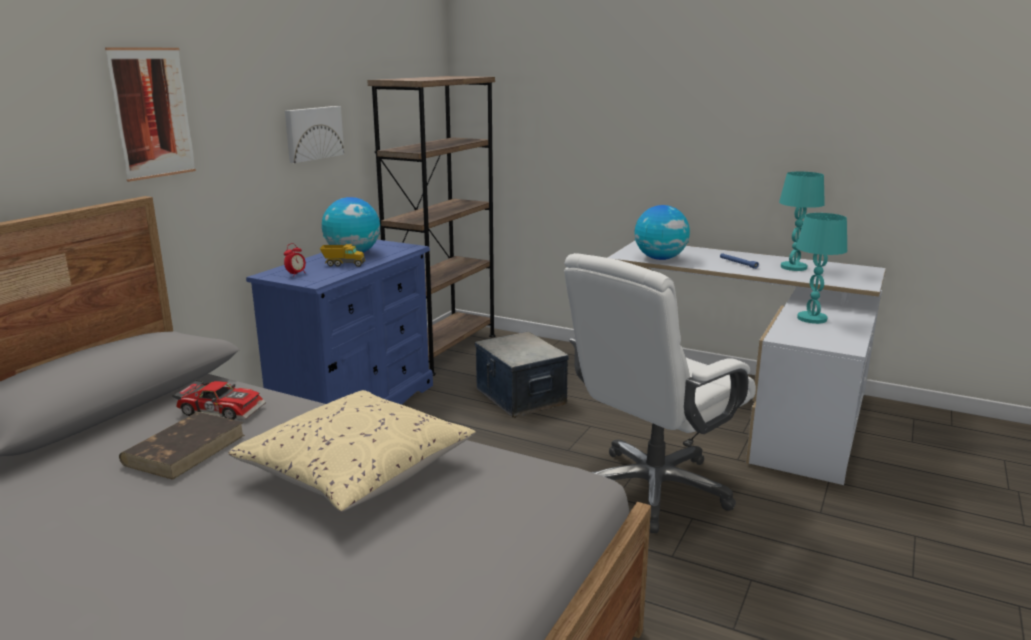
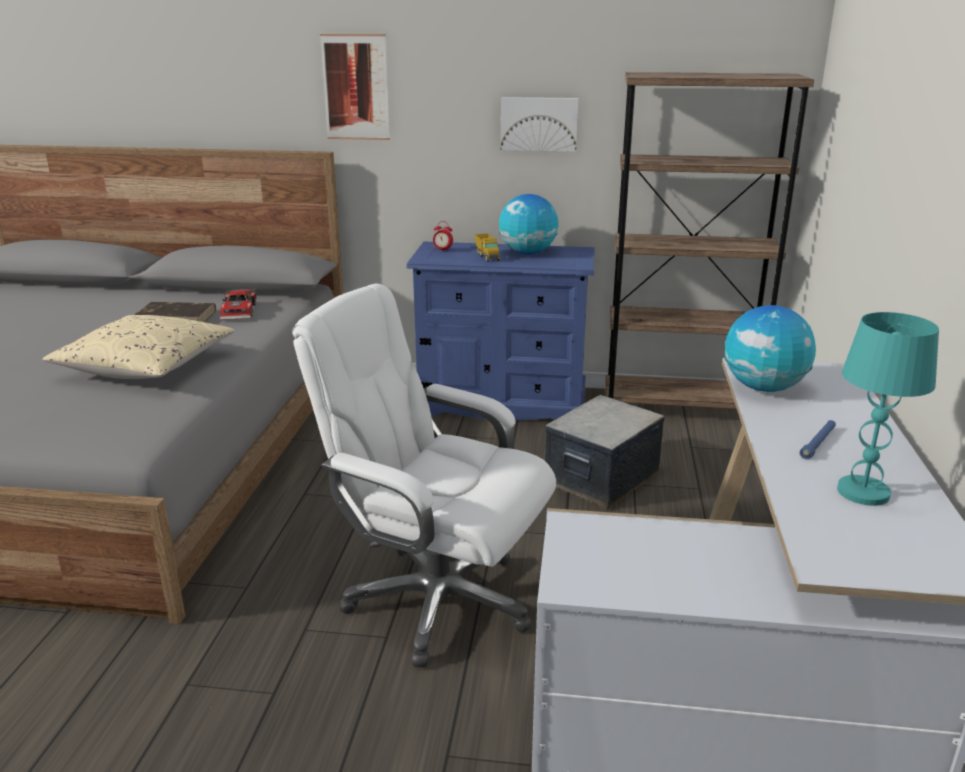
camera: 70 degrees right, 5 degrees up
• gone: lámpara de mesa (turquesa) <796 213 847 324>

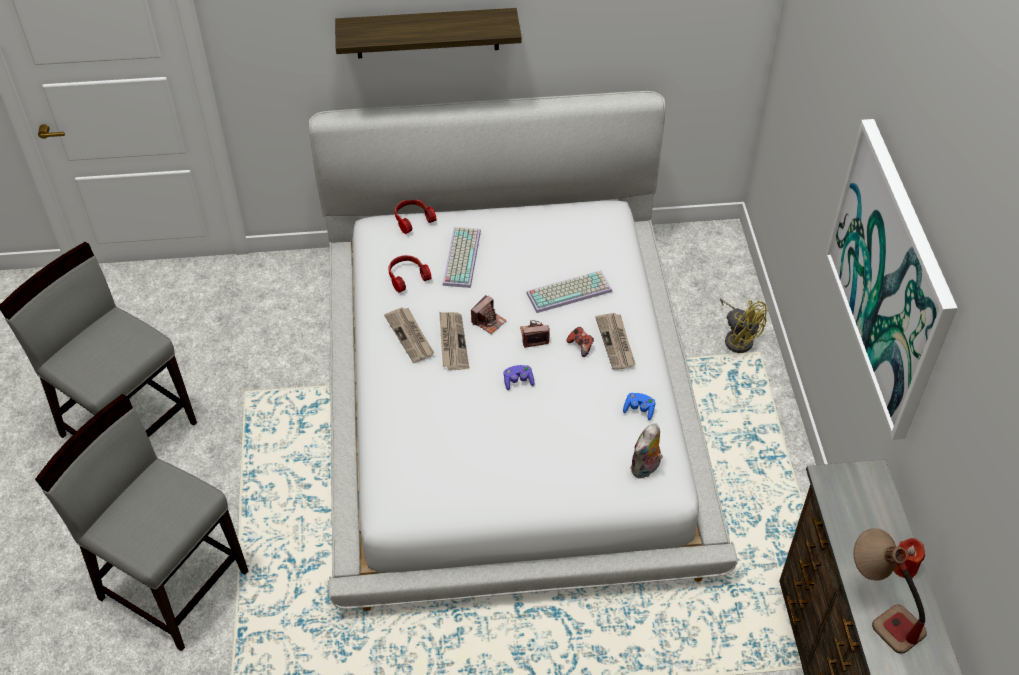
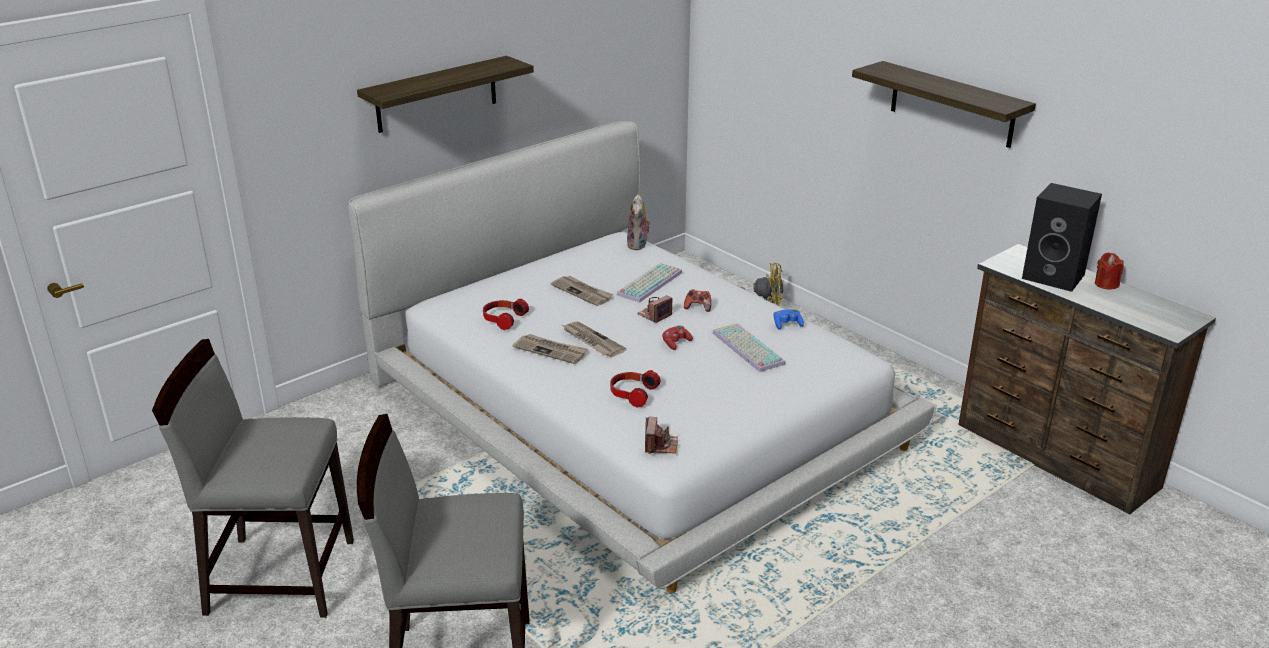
camera: 35 degrees left, 20 degrees down
• gone: lámpara de mesa <853 528 927 654>
• new: altavoz (negro) <1022 183 1102 292>
• shifted: auriculares <395 200 437 234> to <610 370 661 407>
• shifted: teclado <442 227 481 288> to <713 323 786 372>
• shifted: cámara <471 295 507 334> to <645 417 678 454>
• shifted: periódico <595 313 636 370> to <551 276 613 306>
• shifted: peluche <630 423 663 479> to <627 194 651 250>
• swapped: cuadro <825 119 958 440> to estante <852 61 1036 148>
• repainted: mando de consola (morado) <504 365 534 390> to mando de consola (rojo) <662 325 693 350>

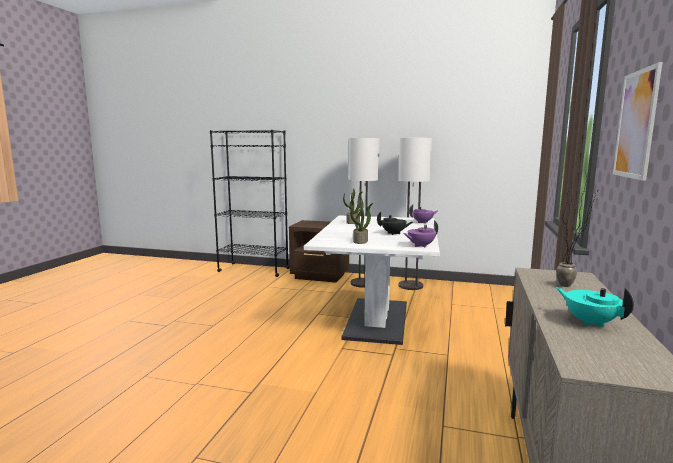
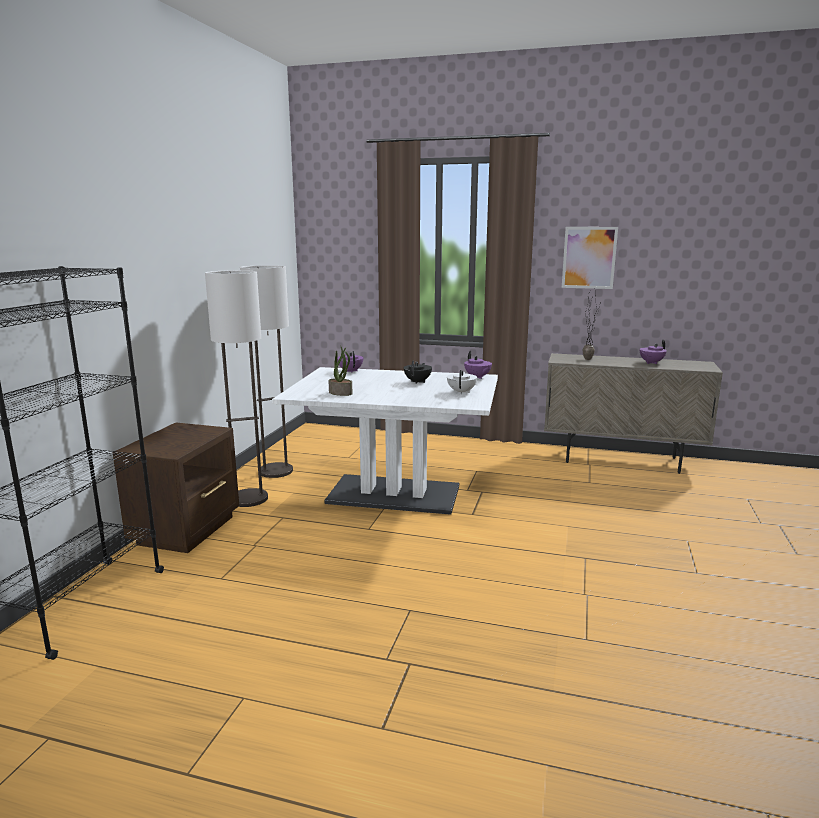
camera: 90 degrees left, 5 degrees up
• swapped: planta en maceta <350 199 373 244> to tetera (blanco) <447 370 477 394>
• repainted: tetera (turquesa) <556 287 634 327> to tetera (morado) <640 339 667 364>

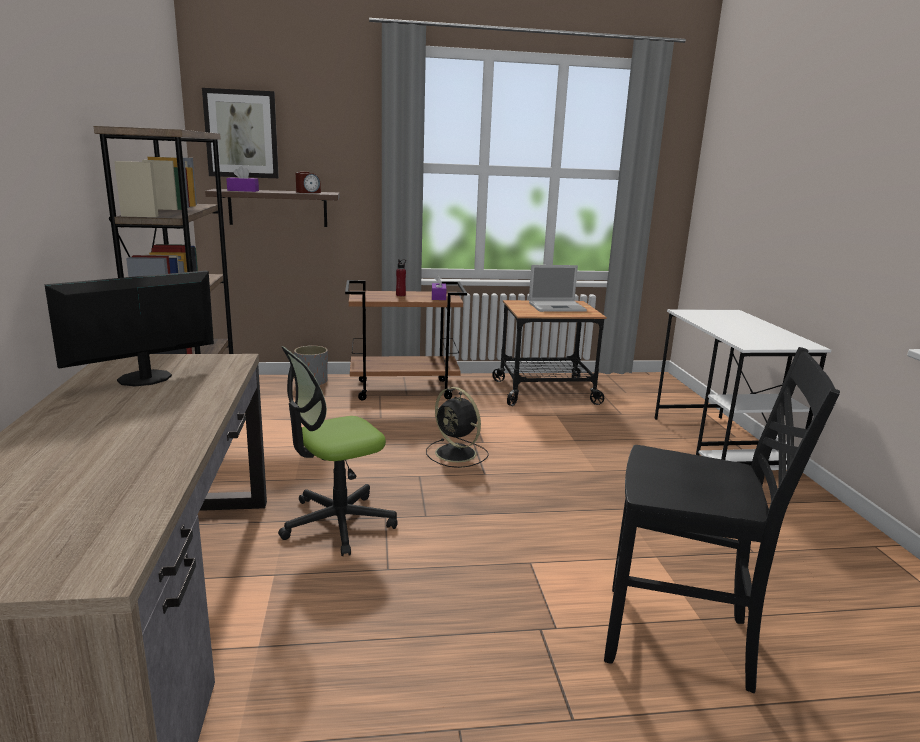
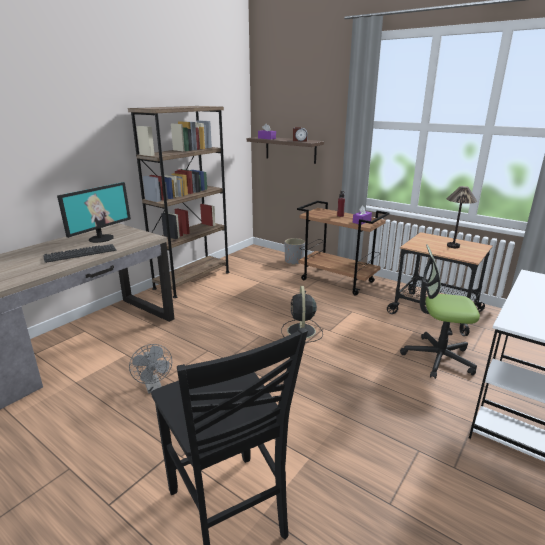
camera: 45 degrees right, 5 degrees up
• gone: cuadro <202 88 279 178>
• new: teclado <43 244 116 263>
• new: ventilador (gris) <129 344 172 394>
• shifted: silla de oficina <278 346 398 556> to <400 244 480 379>
• swapped: portátil <529 265 587 312> to lámpara de mesa <447 186 477 248>
• rotated: monitor <44 270 214 386> = <57 182 131 243> 120 degrees clockwise

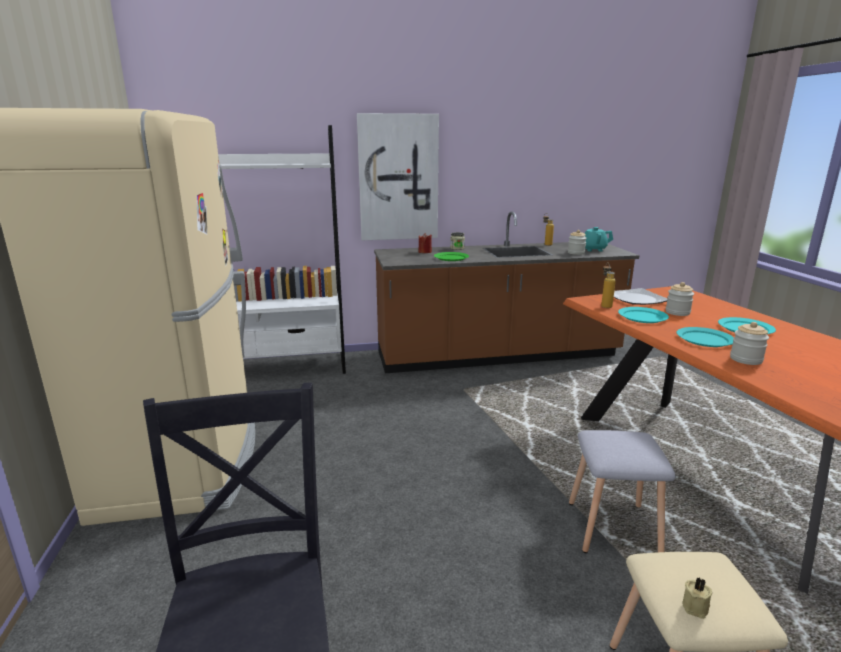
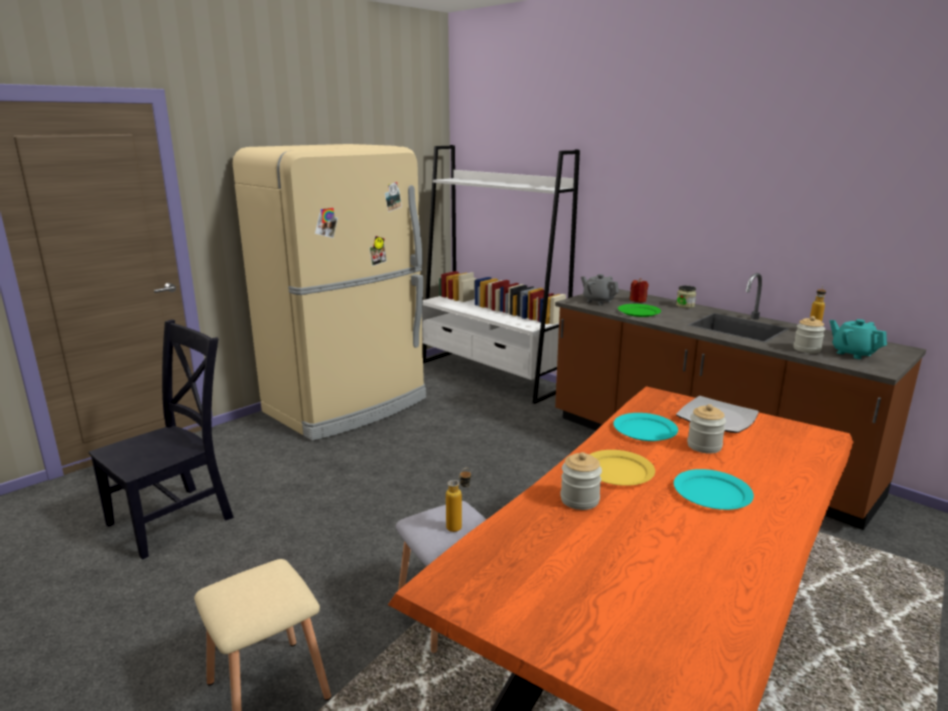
camera: 55 degrees right, 0 degrees up
• gone: cuadro <357 113 439 240>
• gone: vela (beis) <682 577 712 619>
• new: tetera (gris) <581 274 619 305>
• shifted: botella <601 262 616 308> to <446 468 471 532>
• repainted: plato (turquesa) <677 327 734 347> to plato (amarillo) <589 450 655 486>

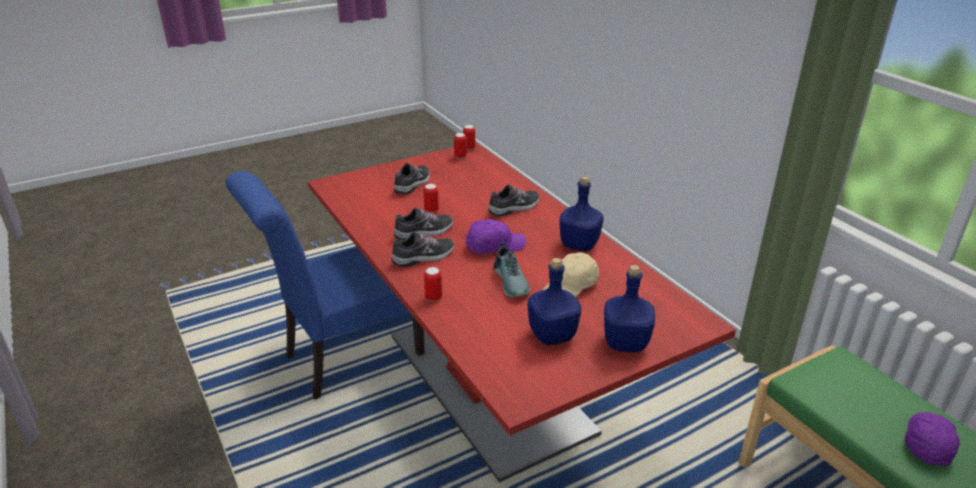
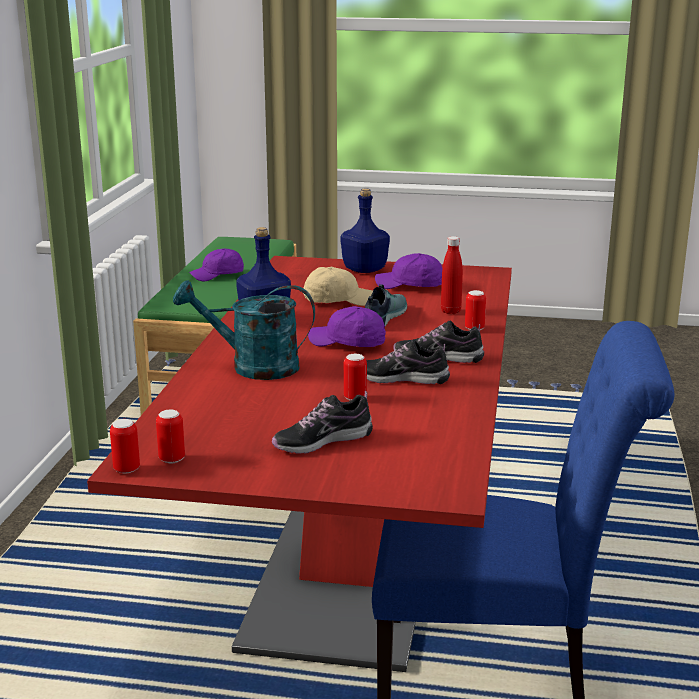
camera: 140 degrees left, 10 degrees down
• new: botella (rojo) <441 236 463 314>
• swapped: zapato <488 184 539 217> to regadera (turquesa) <173 280 315 380>
• swapped: botella (azul) <528 258 581 345> to gorra (morado) <375 253 442 289>

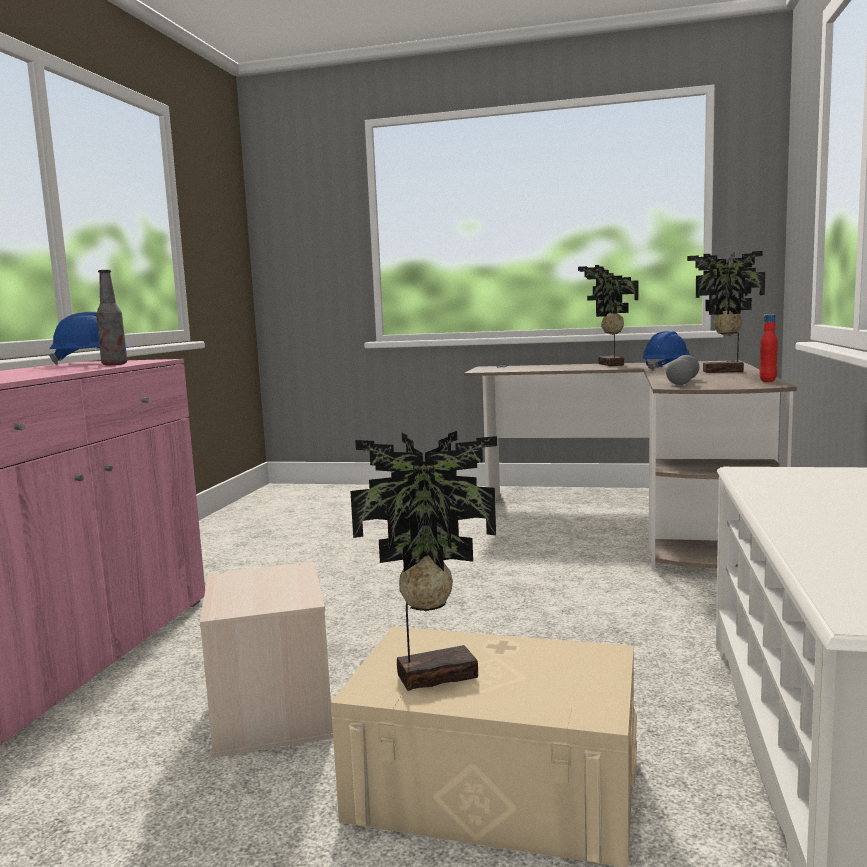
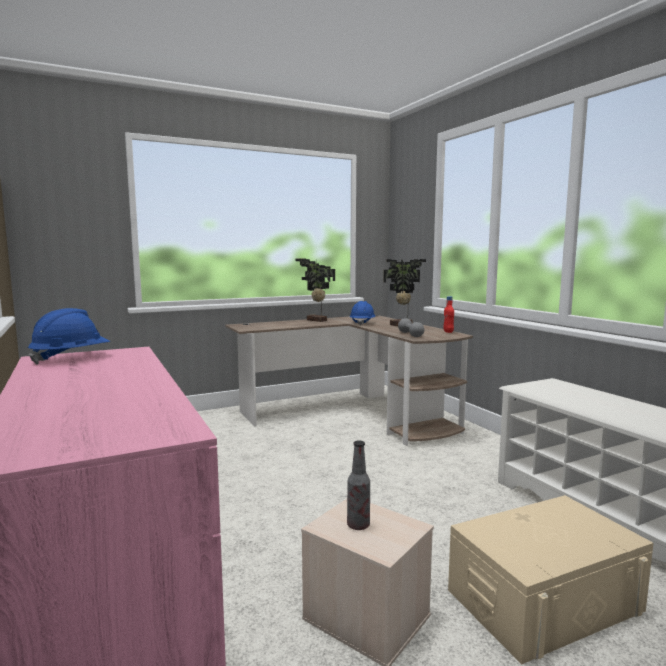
camera: 40 degrees left, 0 degrees up
• gone: planta en maceta <350 431 497 691>
• shifted: botella <96 270 127 365> to <347 441 370 530>

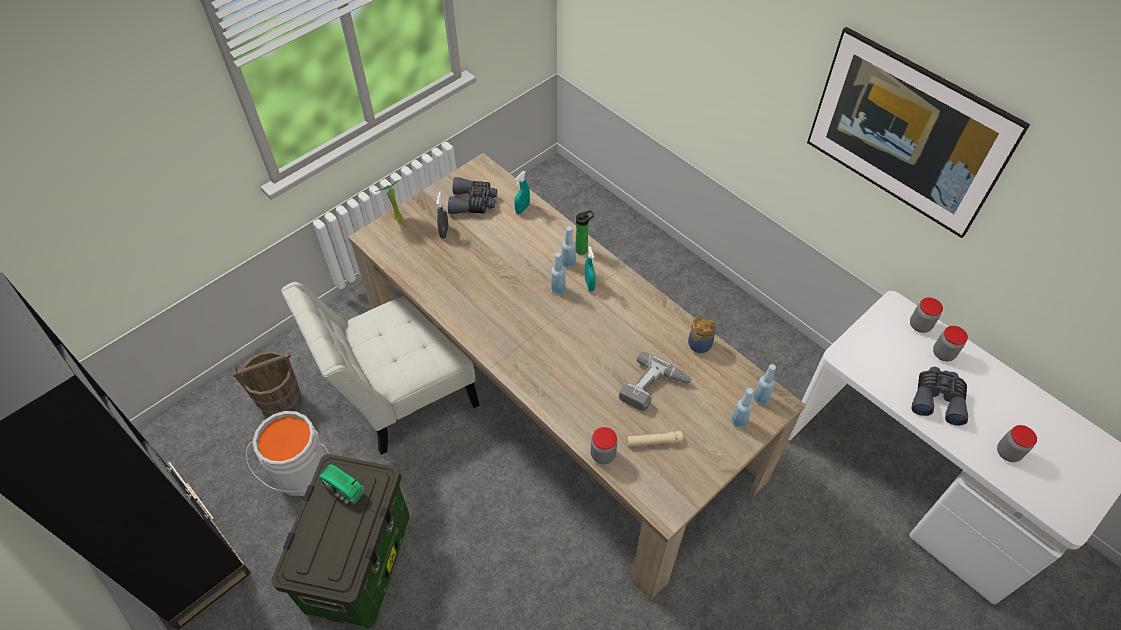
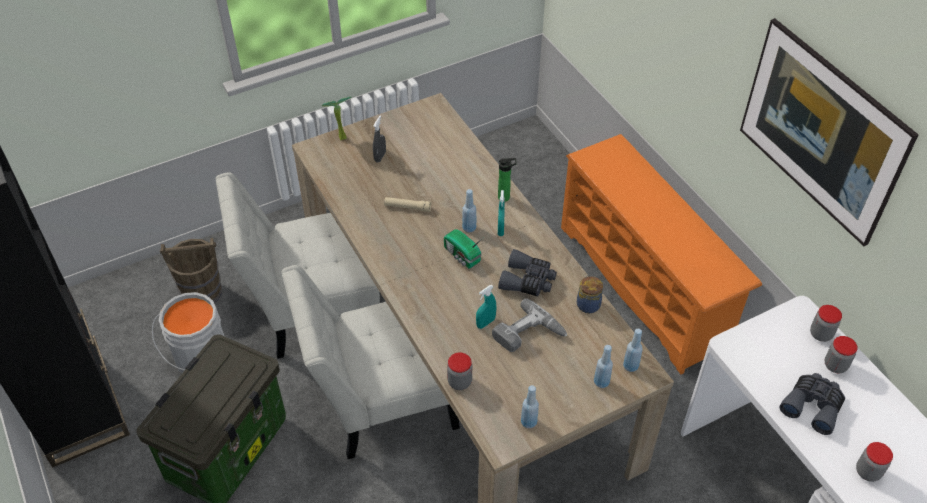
camera: 15 degrees right, 5 degrees down
• new: silla (blanco) <282 265 460 459>
• new: zapatero (naranja) <561 134 762 375>
• shifted: radio <320 464 365 505> to <444 229 484 269>
• shifted: prismáticos (gris) <448 177 497 214> to <498 249 557 297>
• shifted: pulverizador (turquesa) <514 171 530 214> to <476 285 496 329>
• shifted: botella (azul) <562 226 576 268> to <521 385 539 428>
• shifted: linterna (beis) <627 431 683 446> to <384 197 431 212>

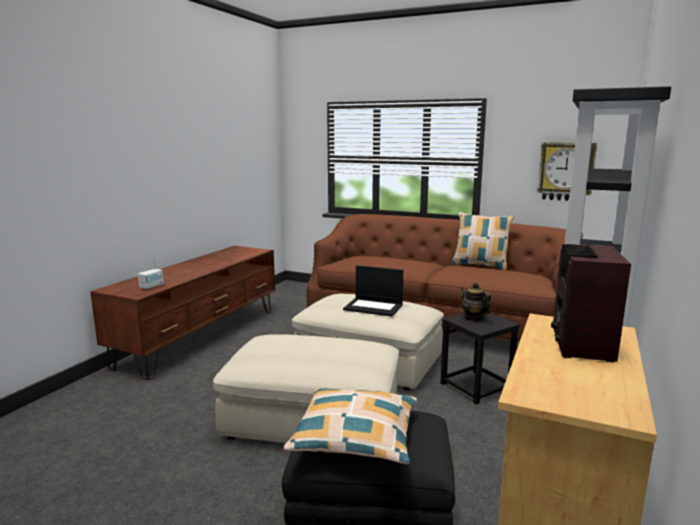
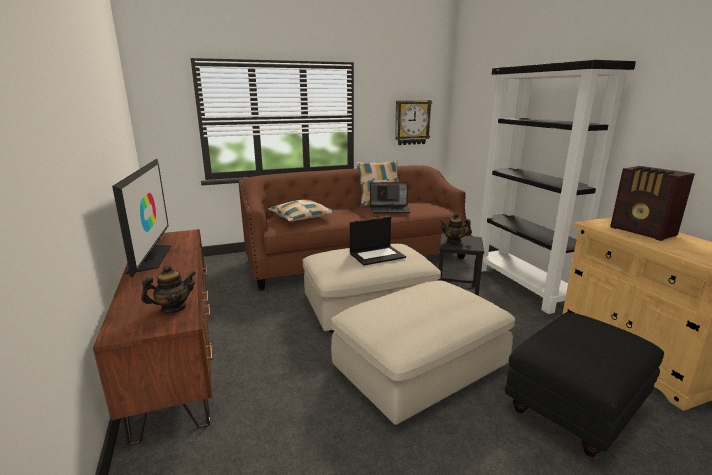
camera: 45 degrees left, 5 degrees up
• new: televisor <112 159 171 277>
• new: portátil <370 182 410 214>
• shifted: cojín <283 388 417 464> to <268 200 336 222>
• swapped: radio <138 258 164 290> to tetera <141 264 196 313>

